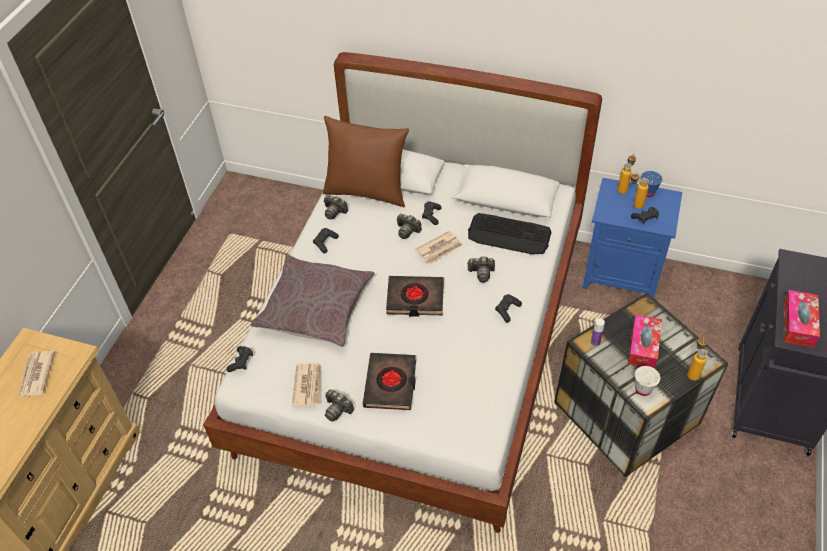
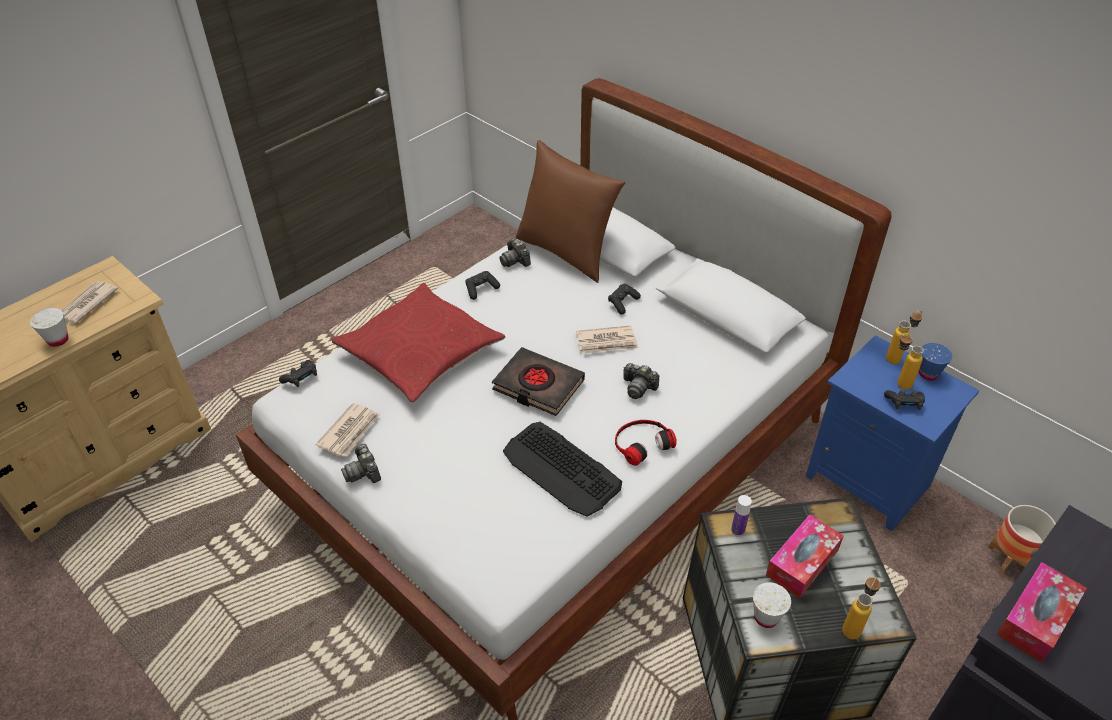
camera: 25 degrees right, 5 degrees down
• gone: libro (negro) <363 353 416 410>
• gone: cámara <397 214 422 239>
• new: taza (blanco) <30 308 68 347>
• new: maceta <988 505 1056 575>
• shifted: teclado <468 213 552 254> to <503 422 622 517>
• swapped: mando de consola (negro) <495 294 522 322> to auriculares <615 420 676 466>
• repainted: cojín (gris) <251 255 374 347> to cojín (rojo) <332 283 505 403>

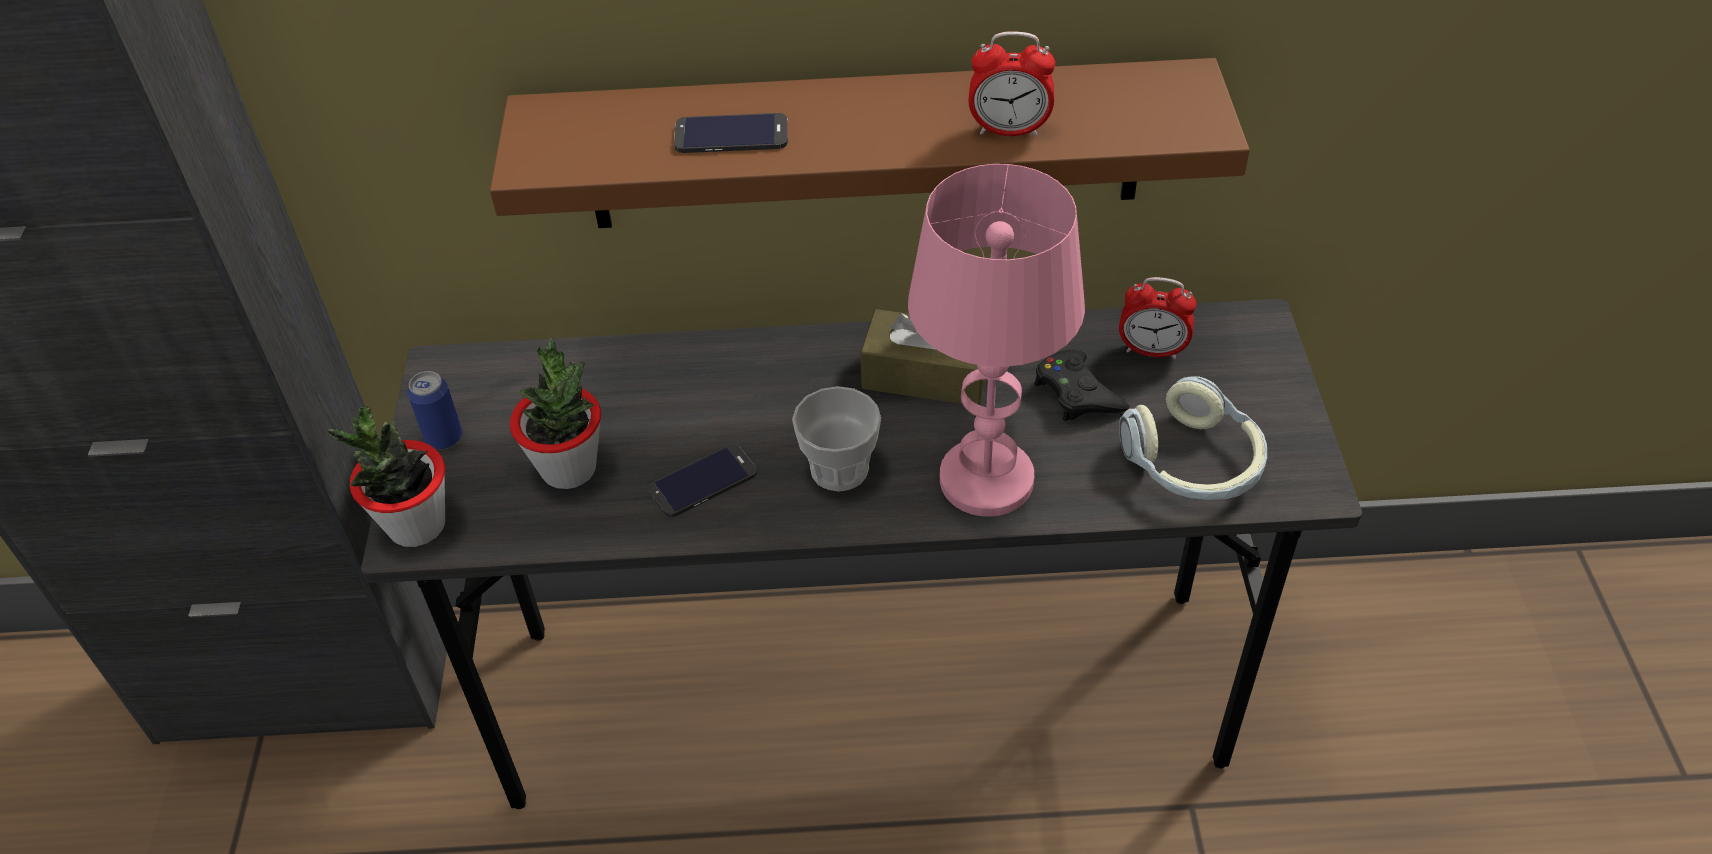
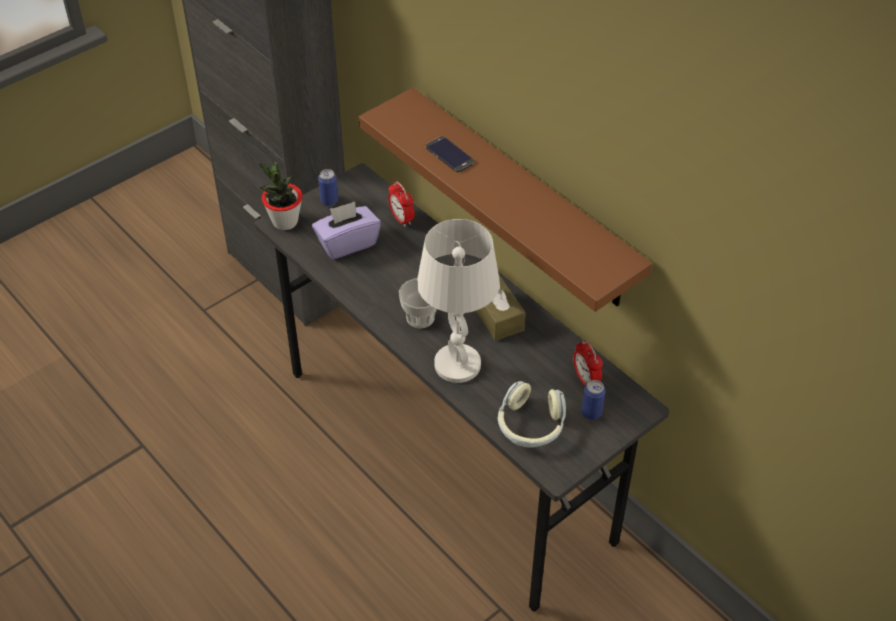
camera: 50 degrees right, 0 degrees up
• gone: móvil <649 444 757 517>
• gone: mando de consola (negro) <1034 349 1129 421>
• new: lata <582 380 605 420>
• shifted: despertador <969 31 1055 136> to <388 181 414 227>
• swapped: planta en maceta <510 338 601 489> to caja de pañuelos (morado) <312 201 381 259>
• repainted: lámpara de mesa (rosa) <908 164 1085 517> to lámpara de mesa (blanco) <417 219 500 383>

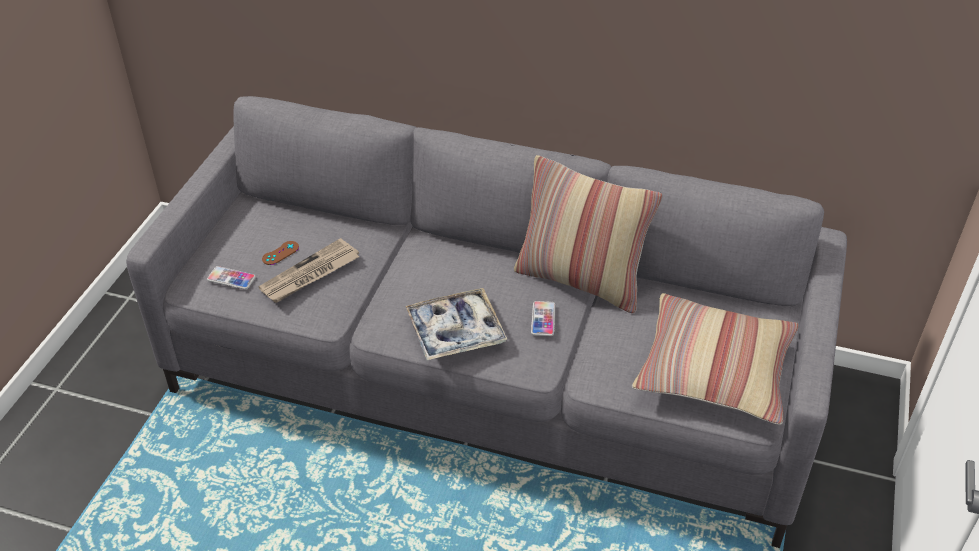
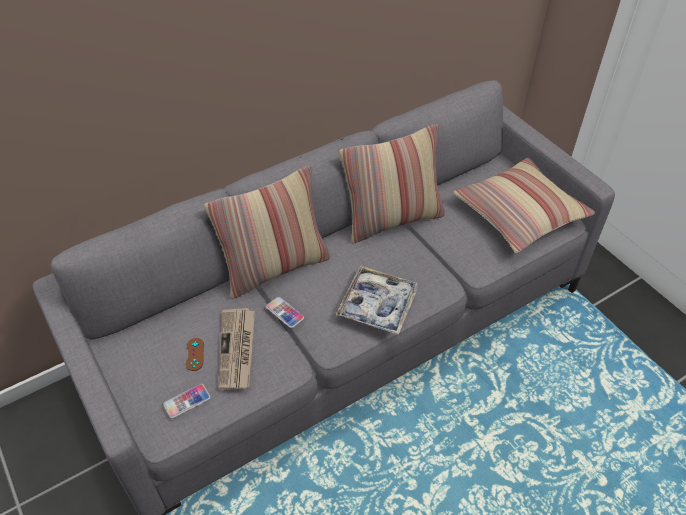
camera: 50 degrees left, 5 degrees up
• new: cojín <204 166 330 299>
• shifted: móvil <531 301 555 336> to <266 297 304 328>

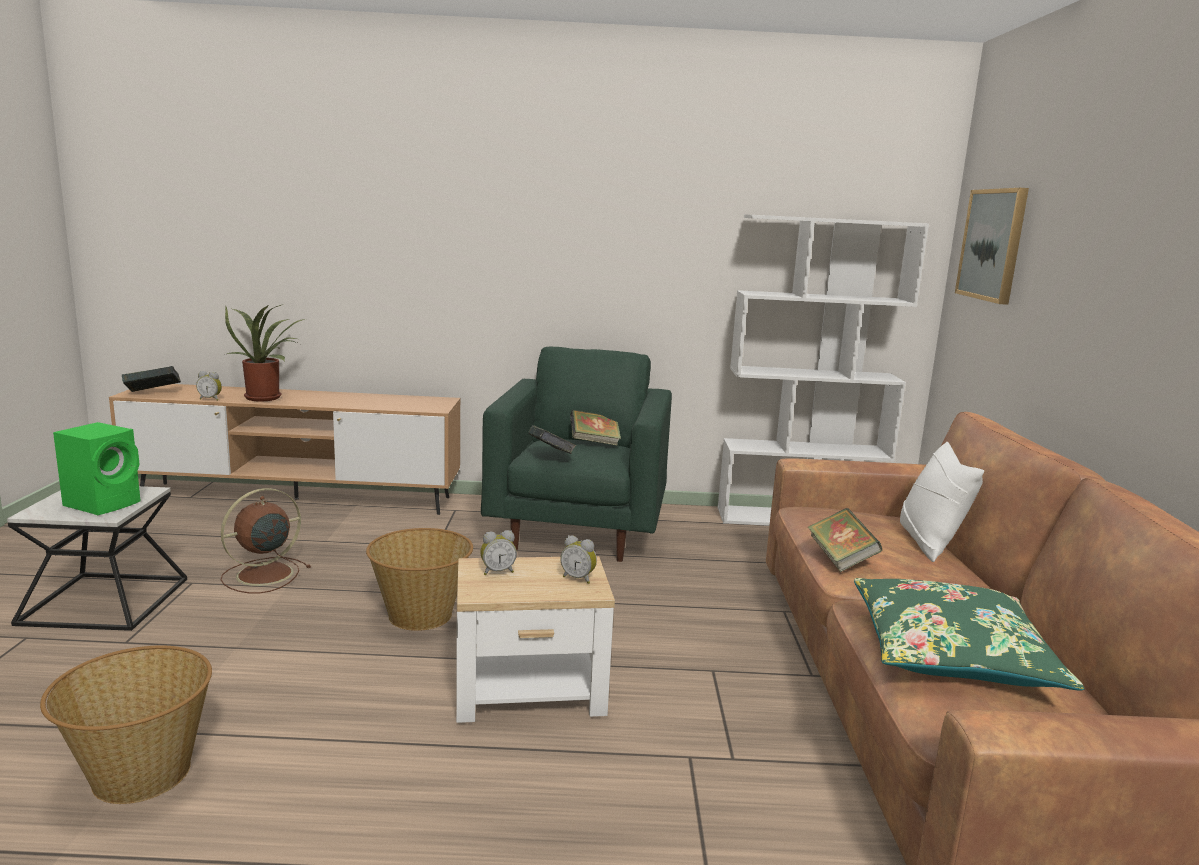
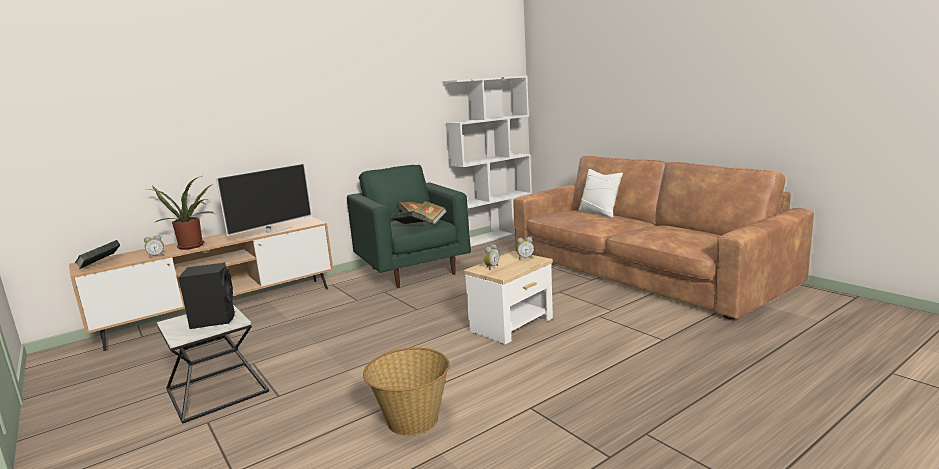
camera: 35 degrees left, 0 degrees up
• gone: ventilador (marrón) <221 488 311 593>
• gone: cesta <366 528 473 631>
• gone: cojín (verde) <854 578 1085 691>
• gone: cuadro <955 188 1029 305>
• new: televisor <216 163 312 238>
• shifted: libro <808 508 882 572> to <415 201 447 224>
• repainted: altavoz (verde) <53 422 141 515> to altavoz (negro) <178 262 235 329>

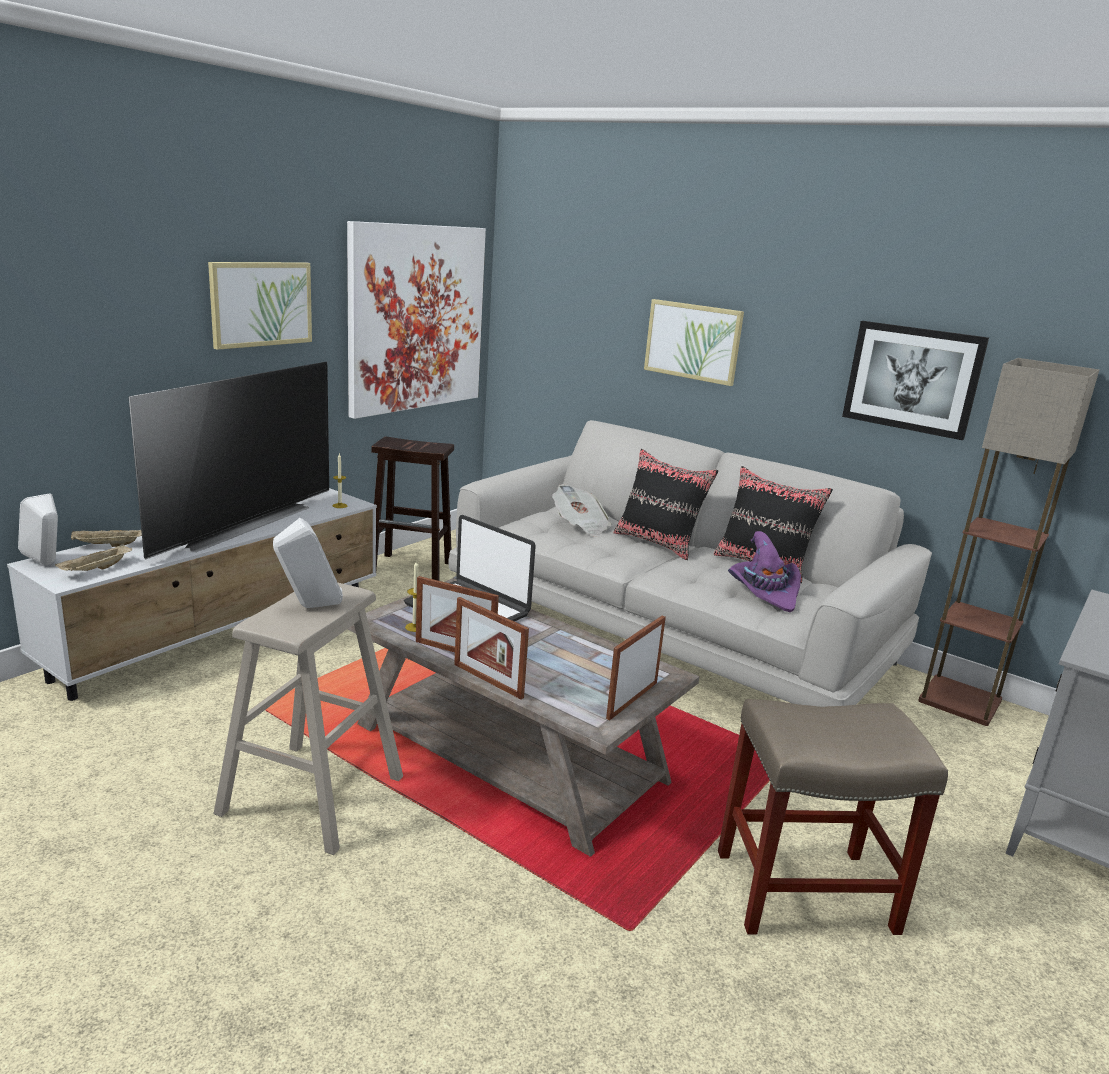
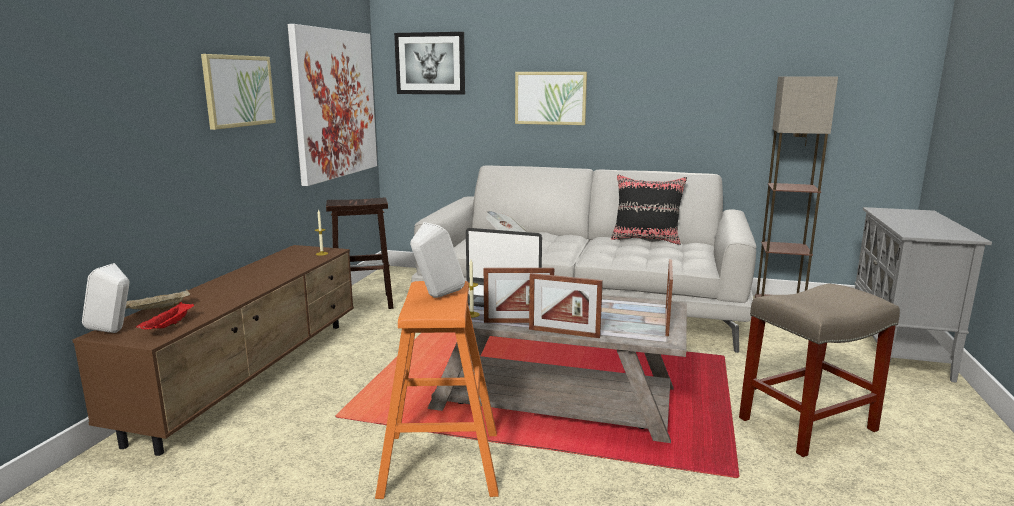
camera: 20 degrees left, 5 degrees down
• gone: televisor <128 362 329 559>
• gone: cojín (negro) <613 449 718 560>
• gone: sombrero (morado) <728 531 801 612>
• shifted: cuadro <842 321 989 440> to <394 32 465 95>
• repainted: mueble de televisión (blanco) <7 488 377 701> to mueble de televisión (marrón) <72 245 354 456>
• repainted: bandeja (beis) <55 543 132 571> to bandeja (rojo) <136 302 194 329>
• repainted: taburete (beis) <214 582 403 855> to taburete (naranja) <375 281 499 499>

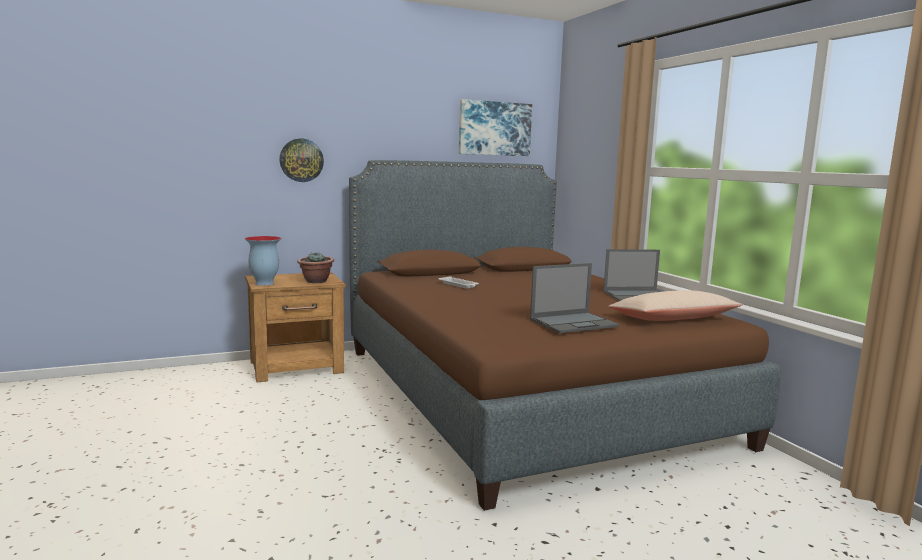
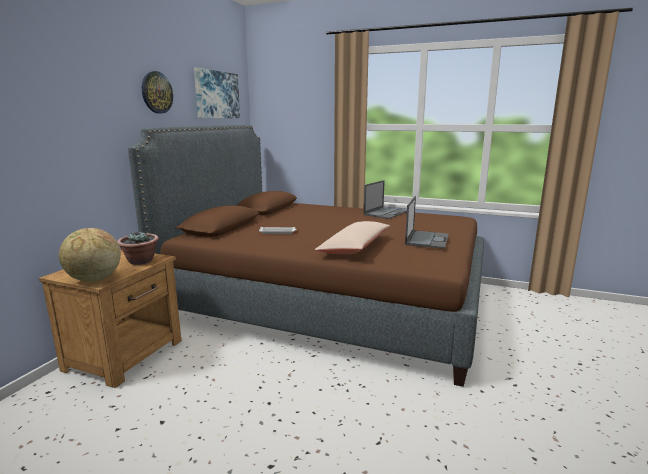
camera: 45 degrees left, 5 degrees up
• shifted: reloj de pared <280 138 324 182> to <142 71 173 114>
• shifted: cojín (beis) <608 290 743 321> to <315 221 390 254>
• swapped: florero <245 236 281 286> to globo terráqueo <59 228 121 282>

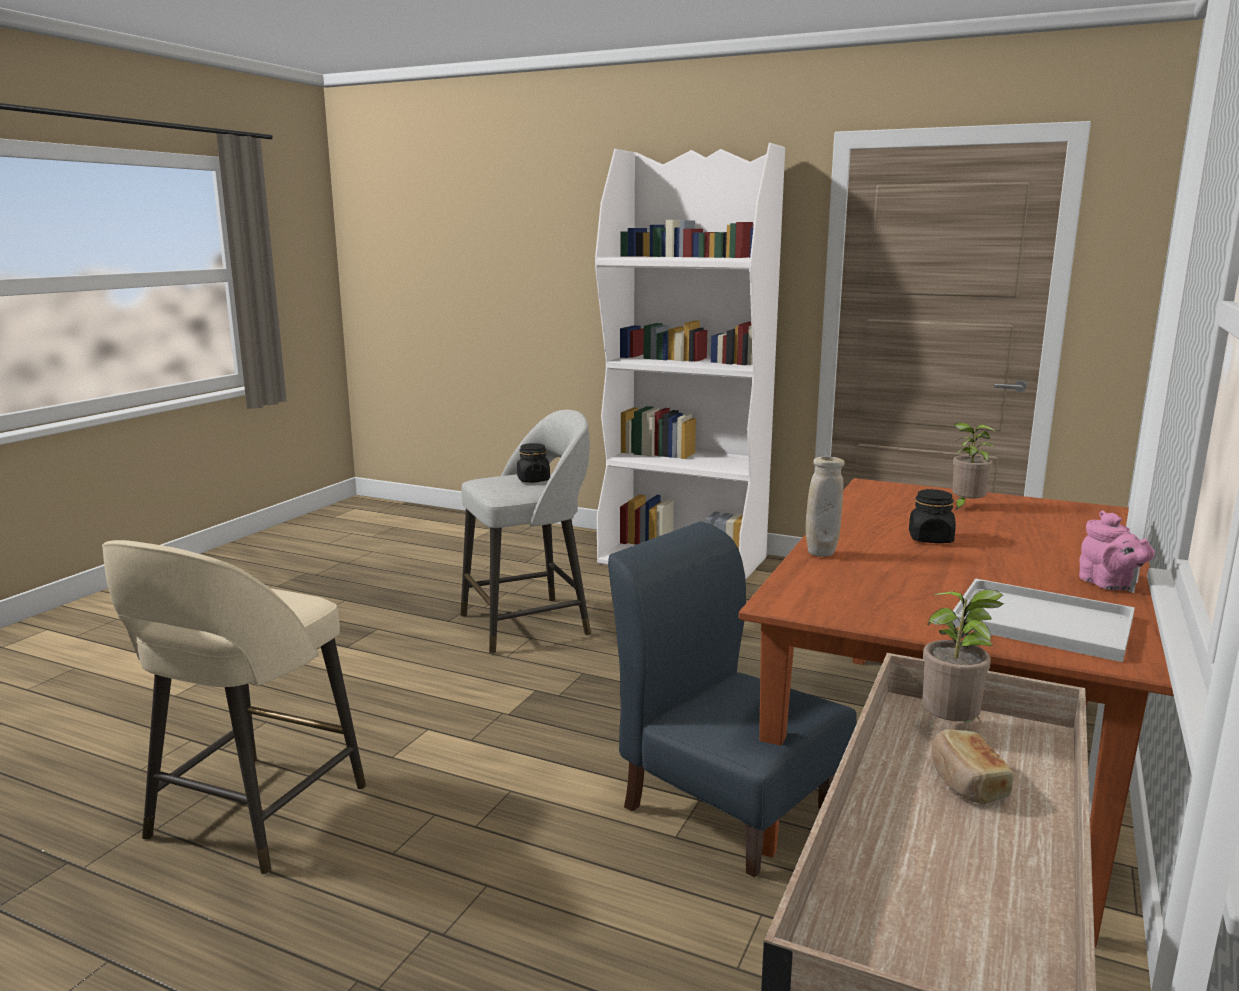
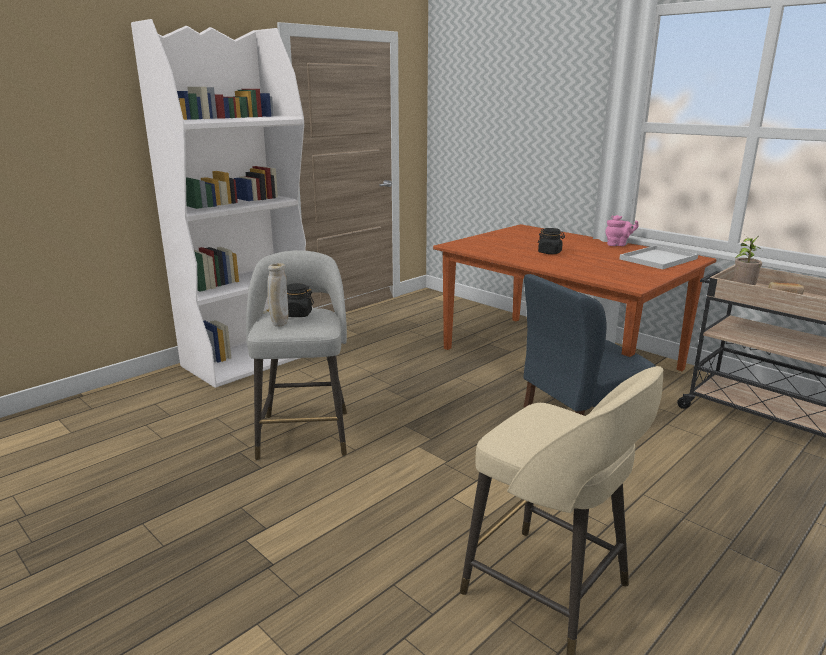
camera: 70 degrees left, 5 degrees up
• gone: planta en maceta <952 423 995 511>
• shifted: florero (beis) <806 456 845 557> to <267 263 289 327>

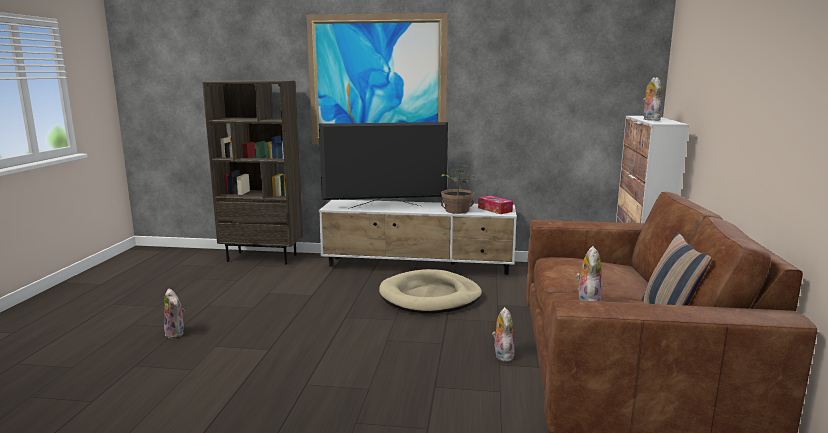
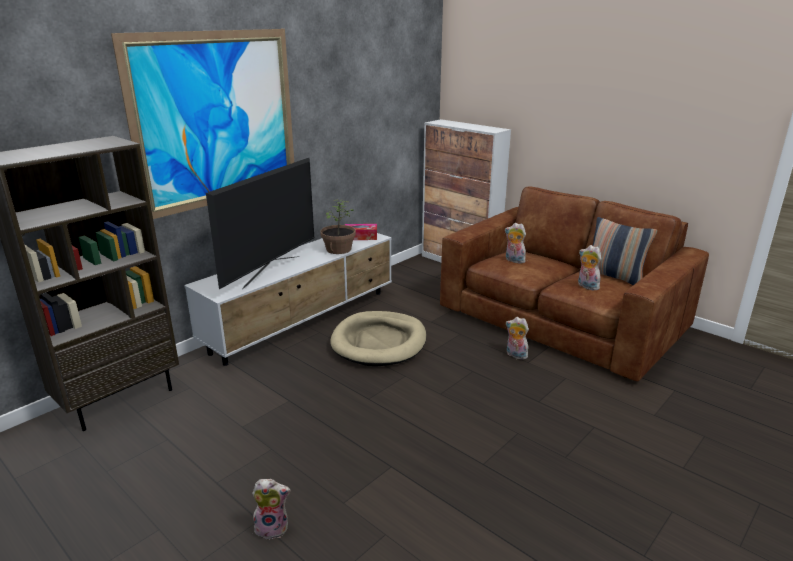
camera: 55 degrees left, 10 degrees up
• shifted: peluche <643 77 662 121> to <505 223 526 263>

